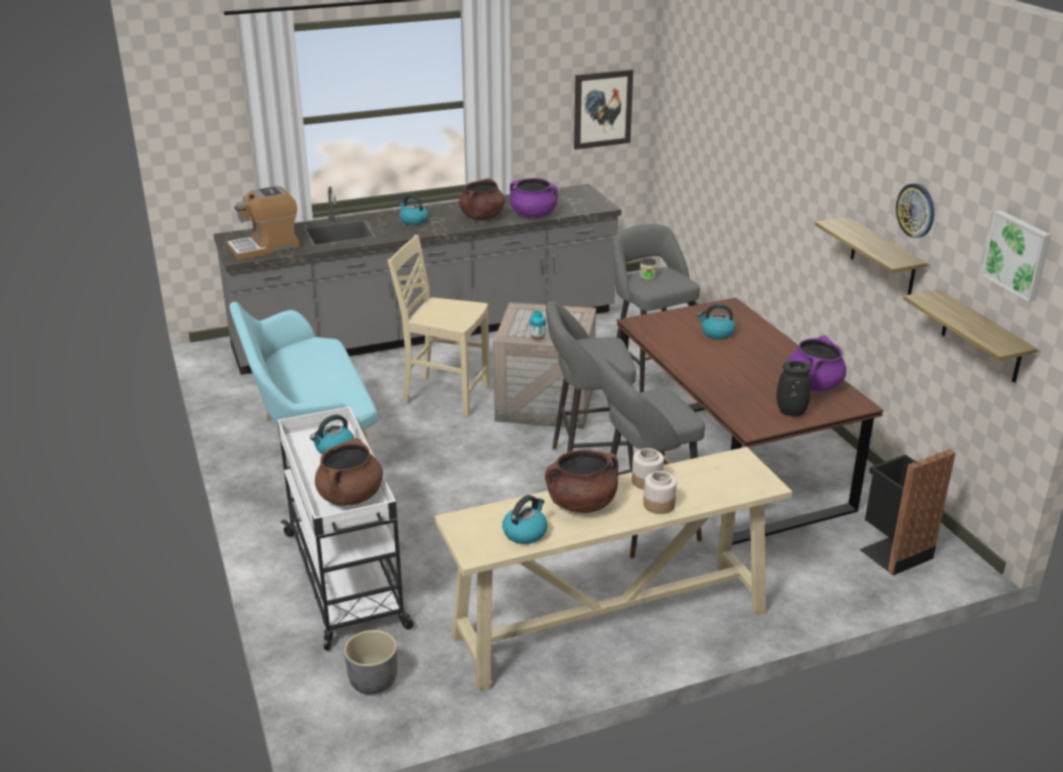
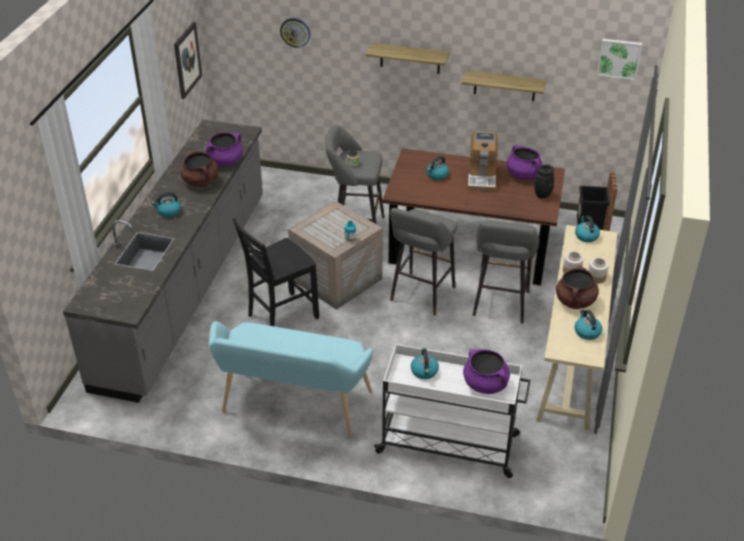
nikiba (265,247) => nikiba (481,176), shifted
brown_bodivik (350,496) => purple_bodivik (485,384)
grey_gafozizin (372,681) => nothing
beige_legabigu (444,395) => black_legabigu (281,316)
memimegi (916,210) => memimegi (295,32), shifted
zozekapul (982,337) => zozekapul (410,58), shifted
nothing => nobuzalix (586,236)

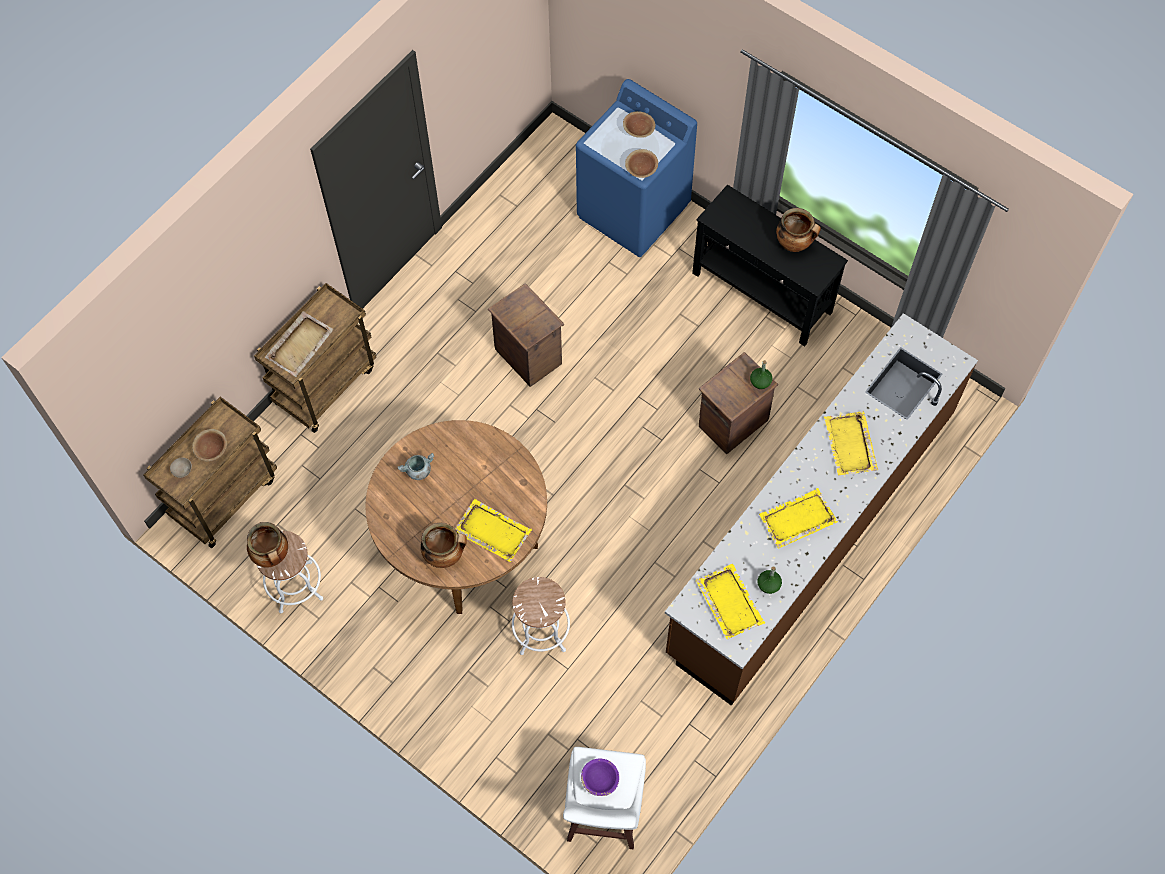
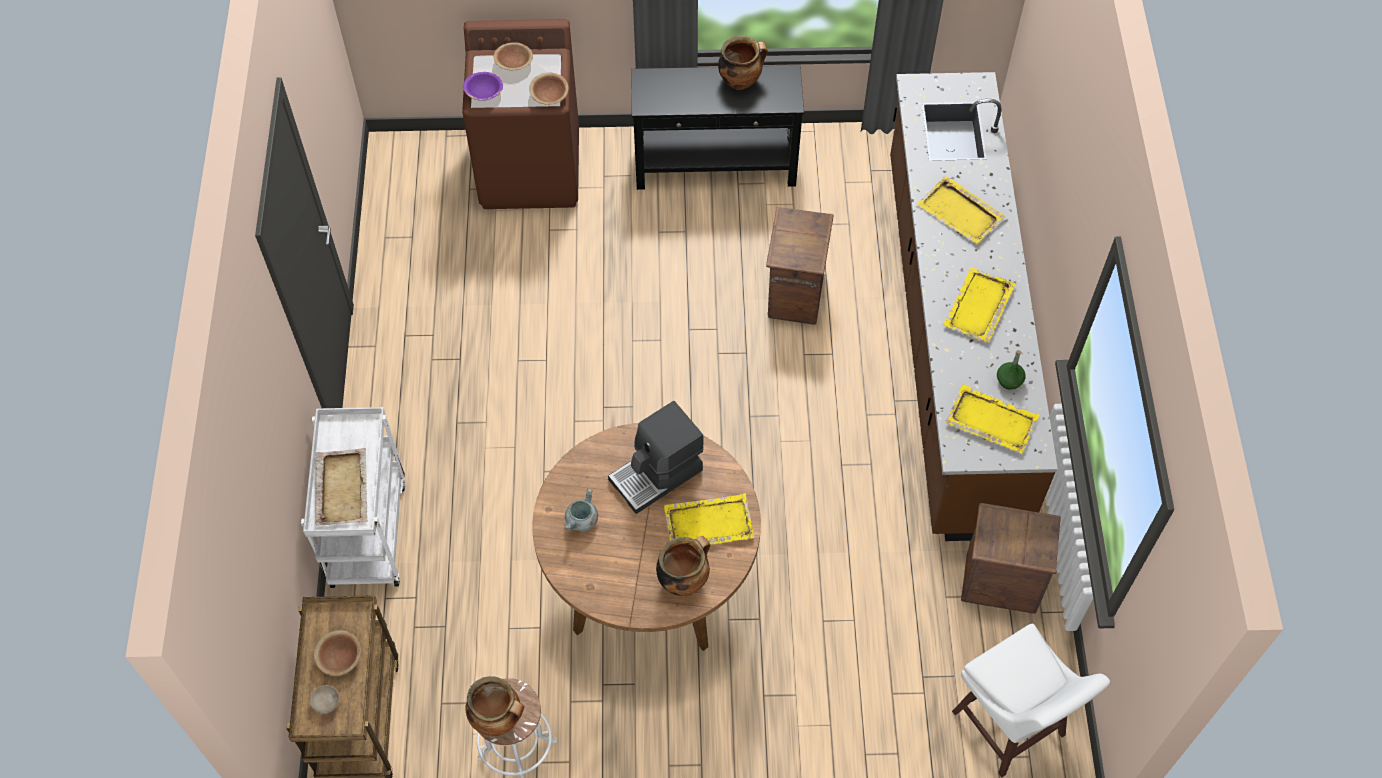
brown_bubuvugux (326,384) => white_bubuvugux (367,531)
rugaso (528,356) => rugaso (999,582), shifted
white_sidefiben (541,631) => nothing
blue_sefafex (633,211) => brown_sefafex (531,170)
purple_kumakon (600,779) => purple_kumakon (484,93), shifted
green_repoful (760,382) => nothing
nothing => nikiba (657,475)

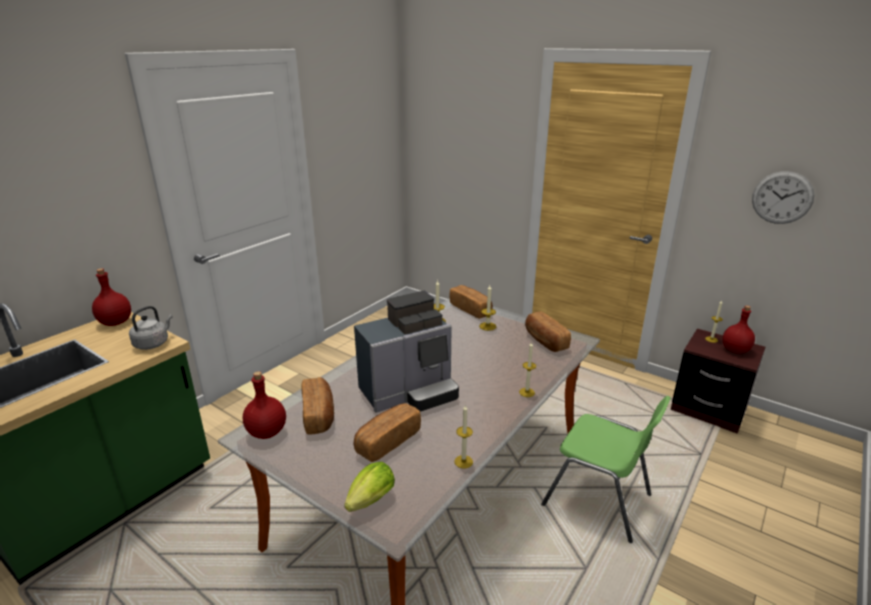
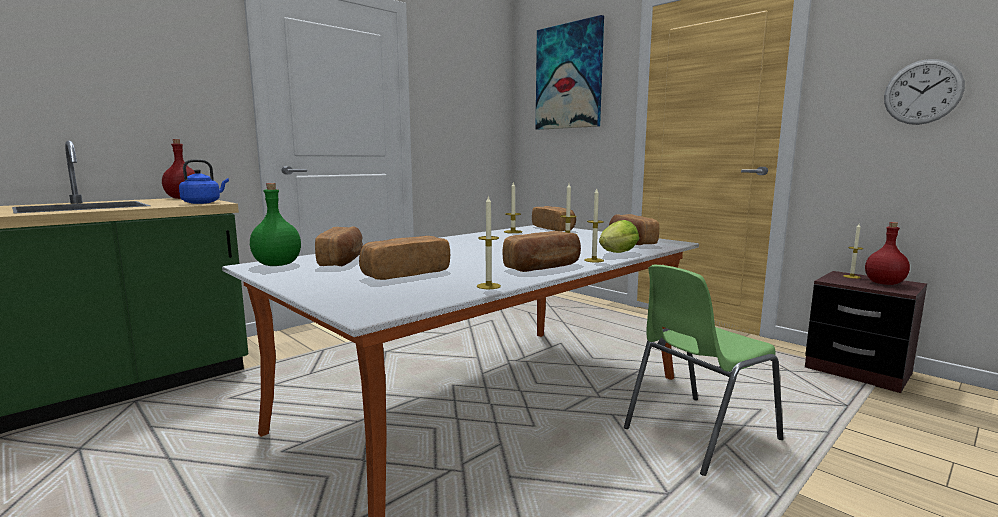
grey_nobuzalix (153,343) => blue_nobuzalix (203,203)
red_repoful (267,432) => green_repoful (278,265)
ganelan (369,502) => ganelan (616,254), shifted
nikiba (410,392) => nothing
green_legabigu (598,500) => green_legabigu (697,434), 105 degrees clockwise
nothing => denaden (543,267)
nothing => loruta (568,76)

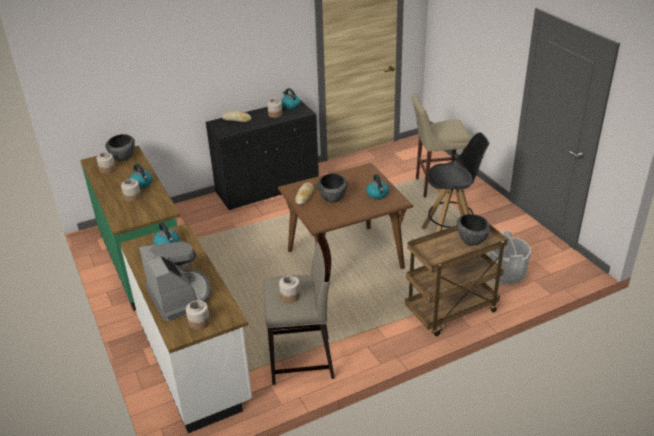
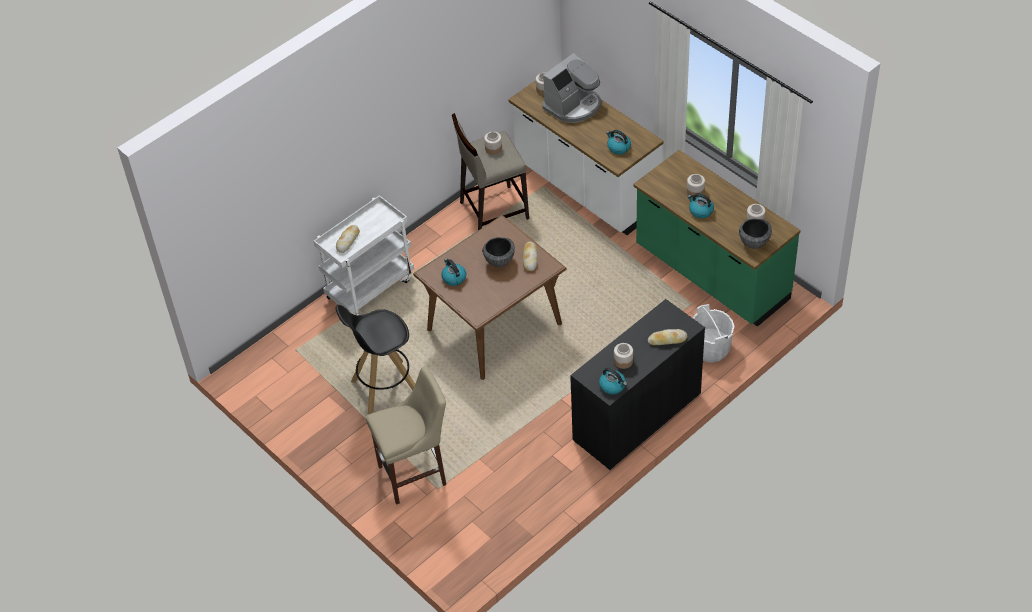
nikiba (179,296) => nikiba (573,105), 90 degrees counterclockwise
brown_bubuvugux (451,312) => white_bubuvugux (370,287)
kumakon (471,241) => denaden (348,241)
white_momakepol (506,274) => white_momakepol (710,348), shifted

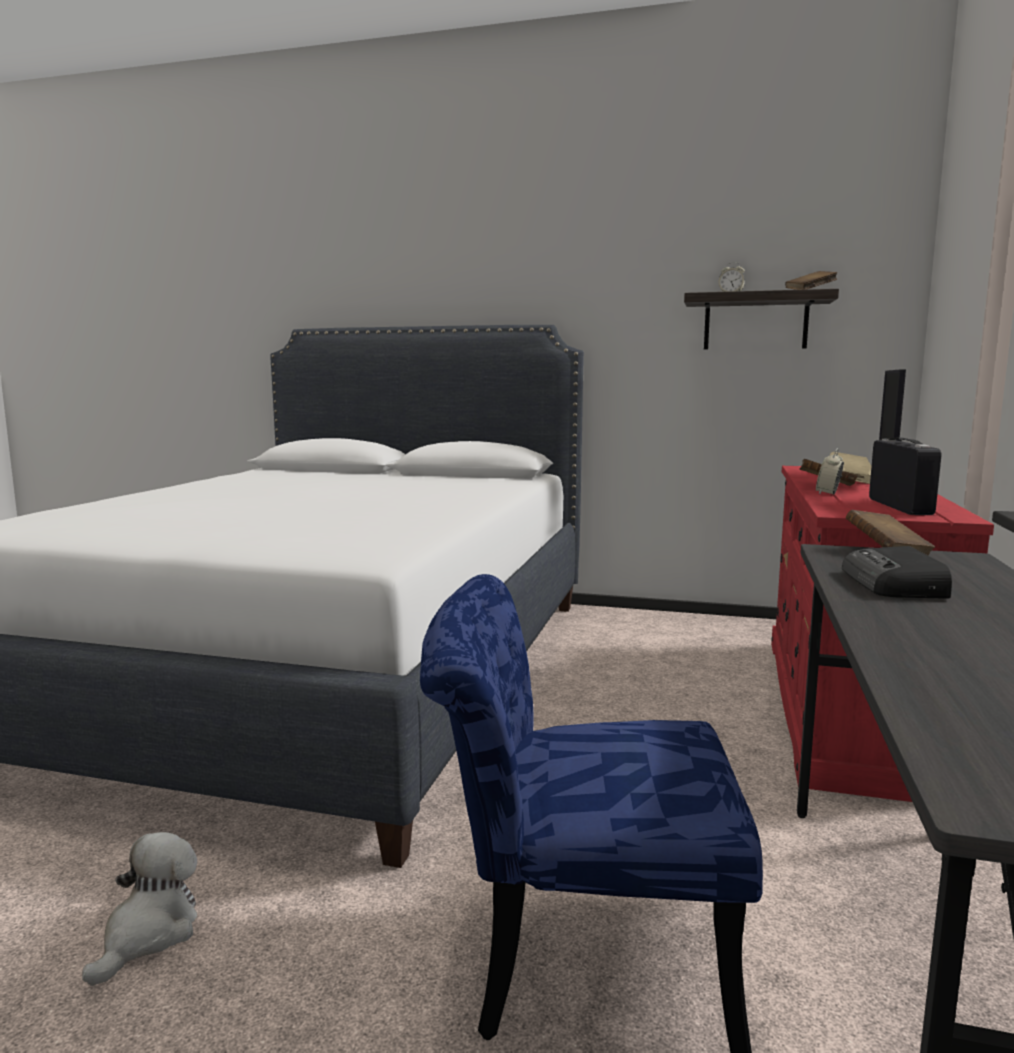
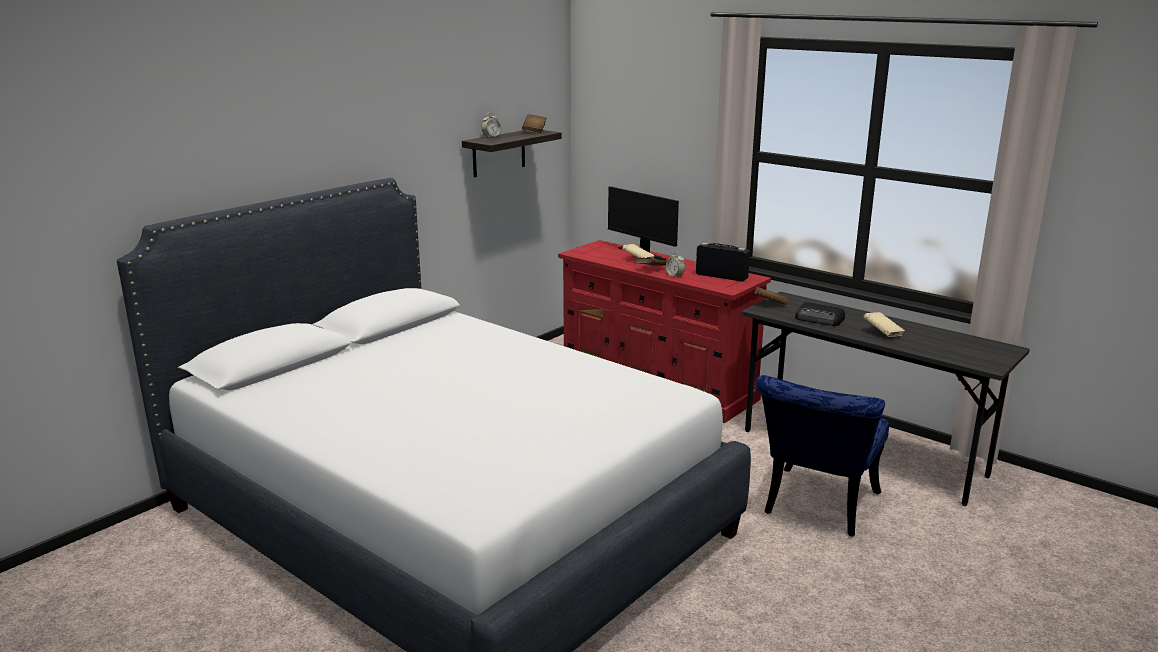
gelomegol (149,934) => nothing
nothing => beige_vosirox (882,333)

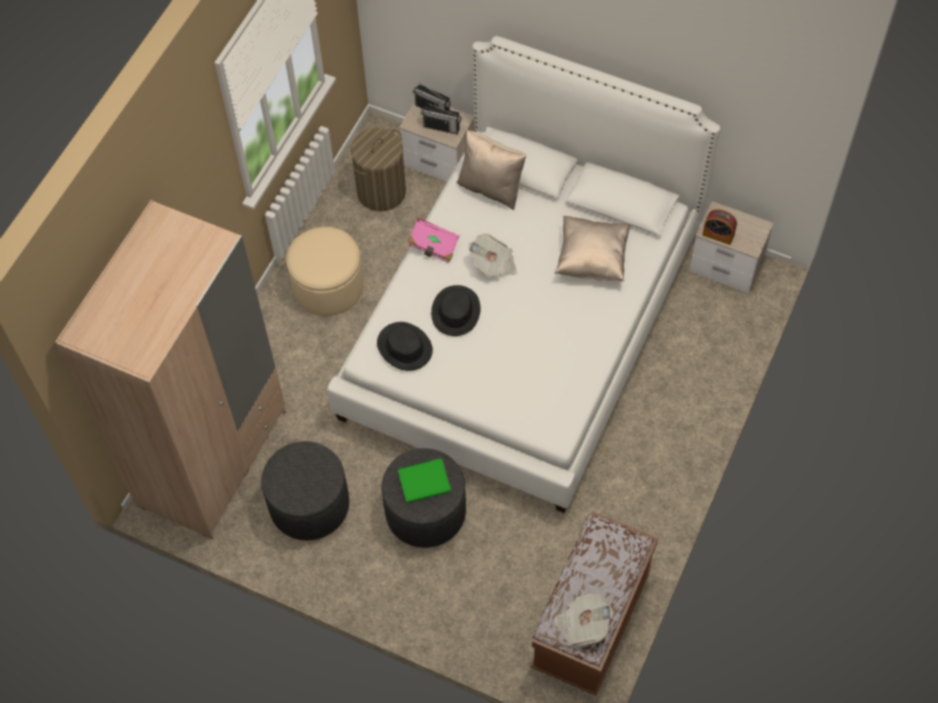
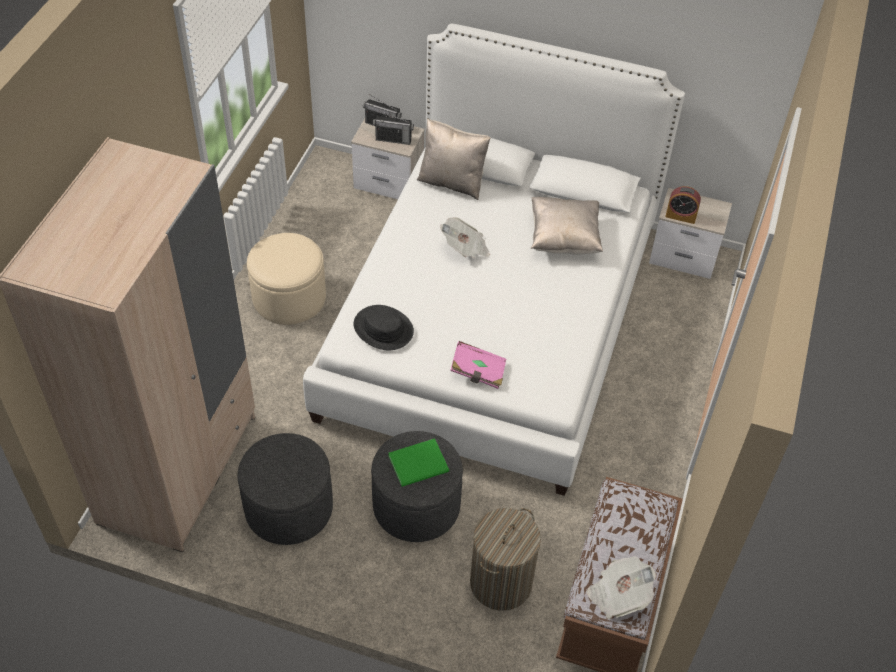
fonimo (381,192) => fonimo (501,582), shifted
pink_vosirox (433,246) => pink_vosirox (478,372), shifted
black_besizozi (455,311) => nothing

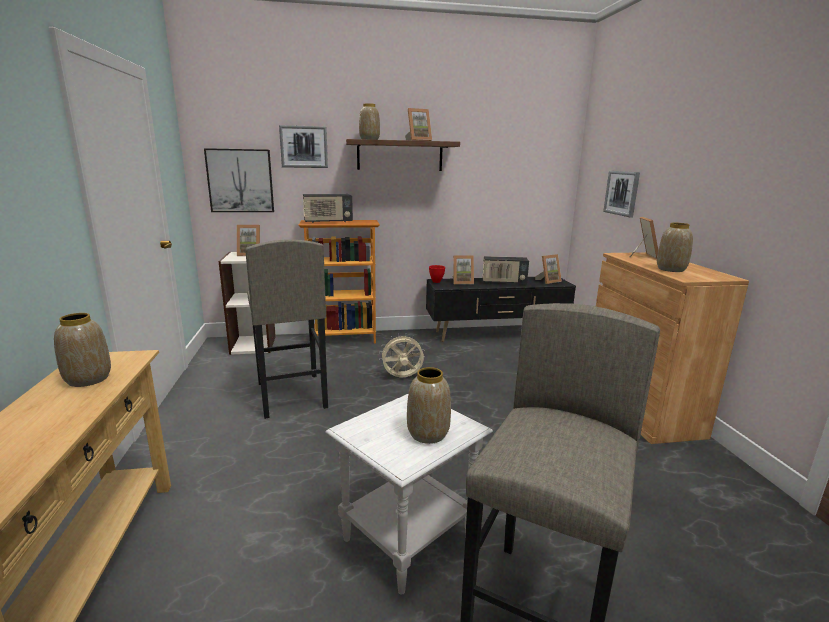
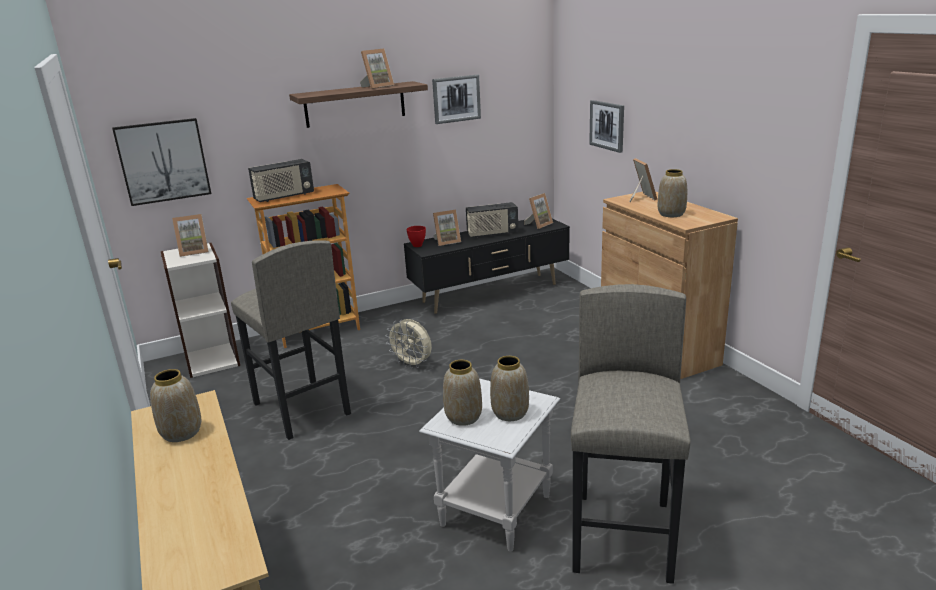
loruta (304,147) => loruta (456,99), shifted
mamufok (369,139) => mamufok (464,417), shifted
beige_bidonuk (402,378) => beige_bidonuk (412,364), 120 degrees counterclockwise

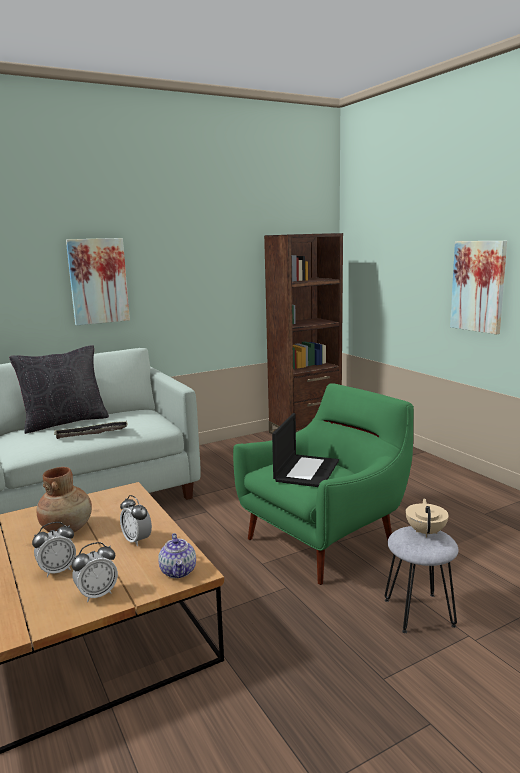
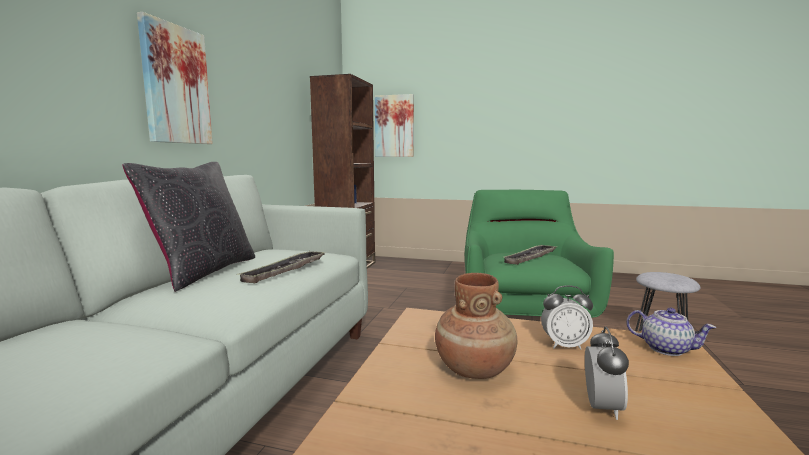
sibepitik (97,594) => nothing
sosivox (306,470) => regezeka (530,258)
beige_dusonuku (426,532) => nothing
loruta (478,286) => loruta (394,126), shifted

